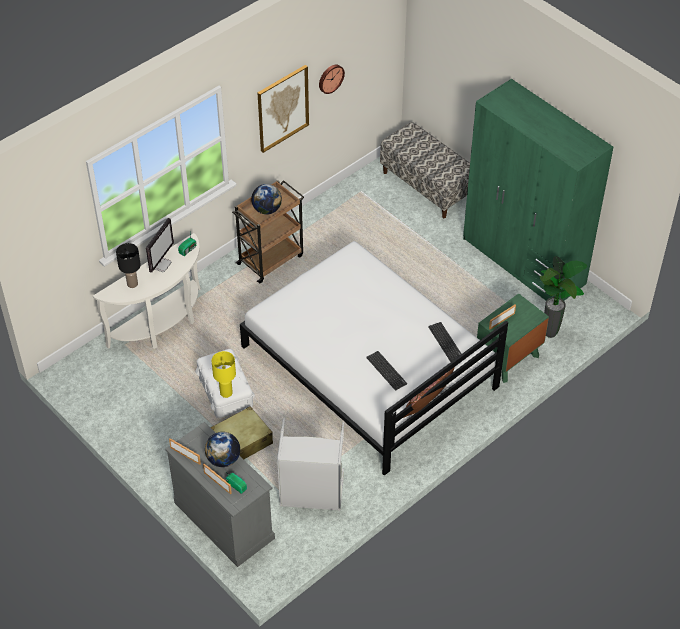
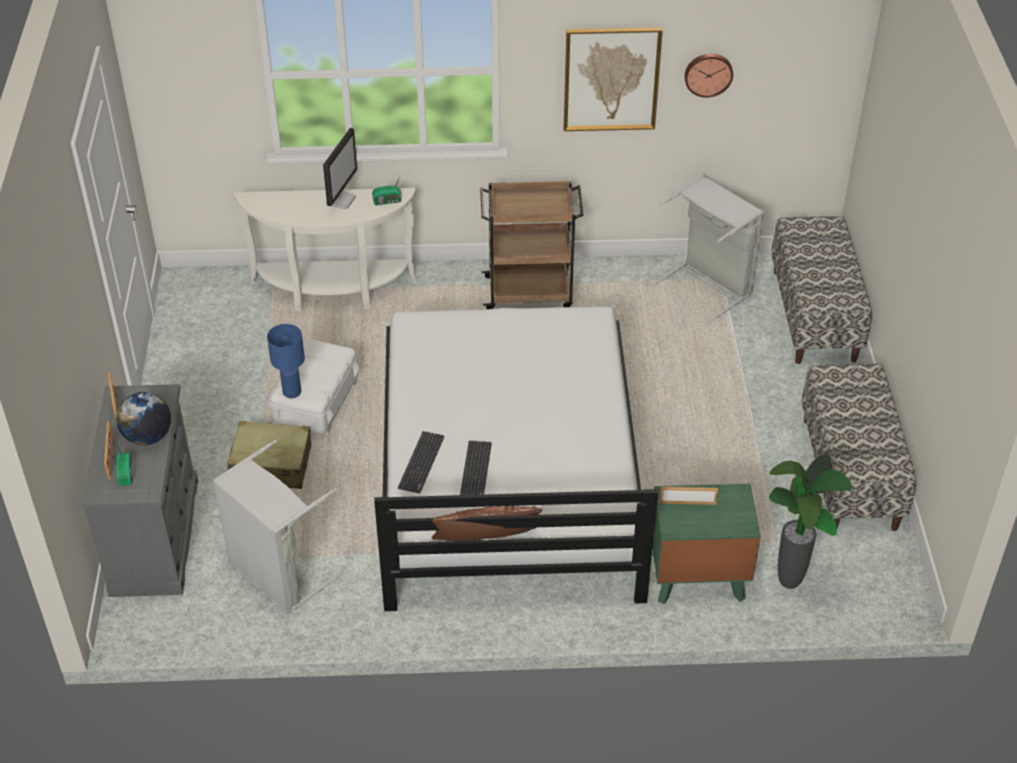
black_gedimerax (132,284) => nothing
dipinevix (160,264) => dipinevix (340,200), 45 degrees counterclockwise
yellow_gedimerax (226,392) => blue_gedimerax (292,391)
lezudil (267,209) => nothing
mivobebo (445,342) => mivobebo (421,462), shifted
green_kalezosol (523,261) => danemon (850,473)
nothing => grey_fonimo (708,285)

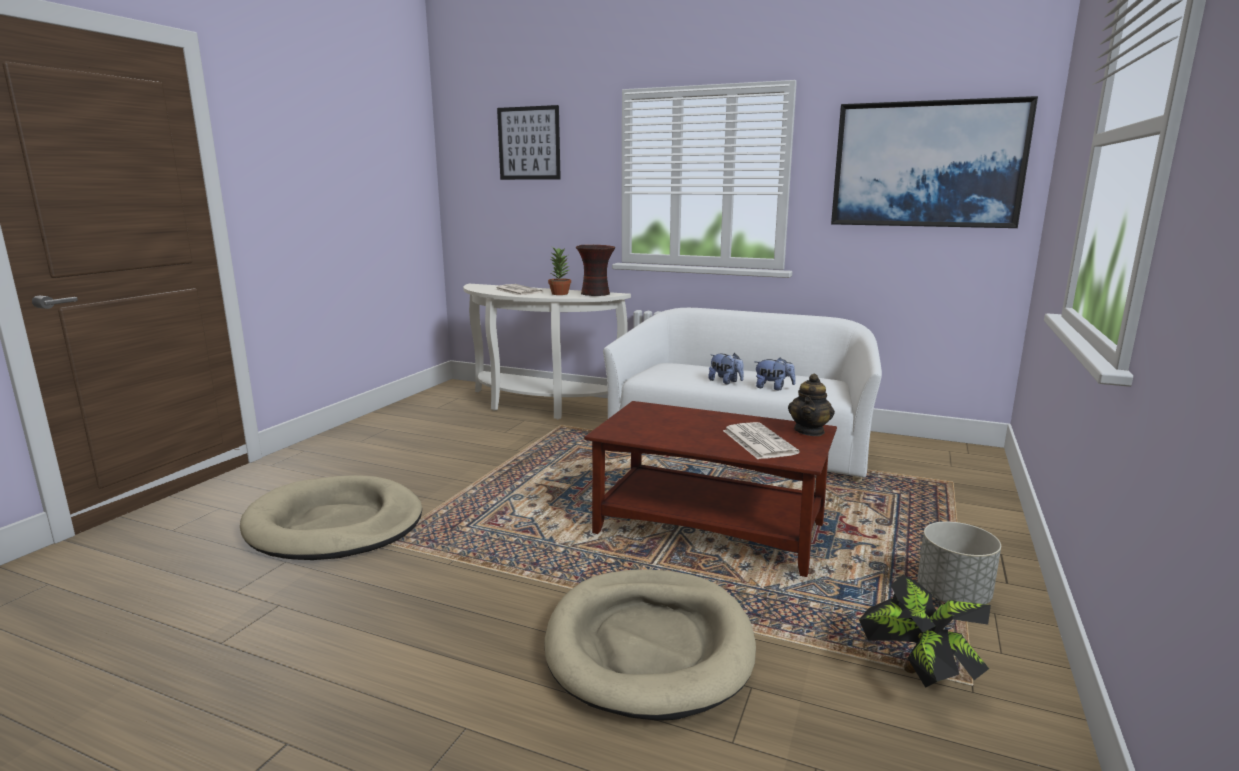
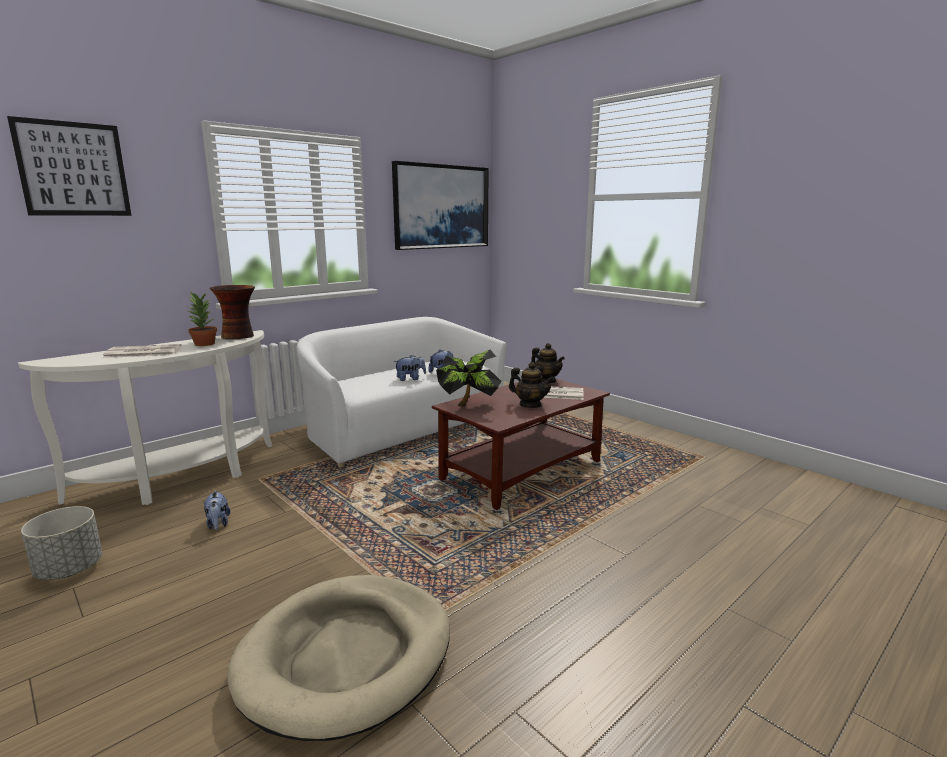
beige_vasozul (649,646) => nothing
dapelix (918,679) => dapelix (469,406), shifted
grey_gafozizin (952,596) => grey_gafozizin (69,569), shifted
nothing => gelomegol (218,524)
nothing => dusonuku (530,405)

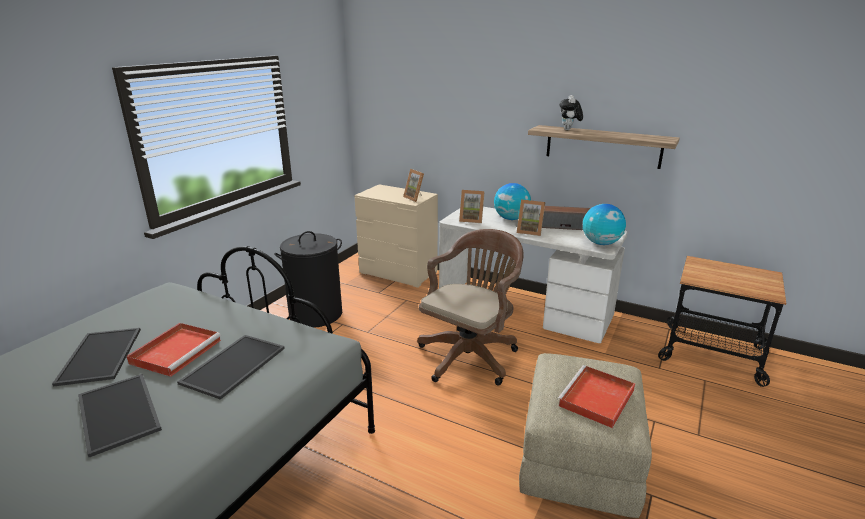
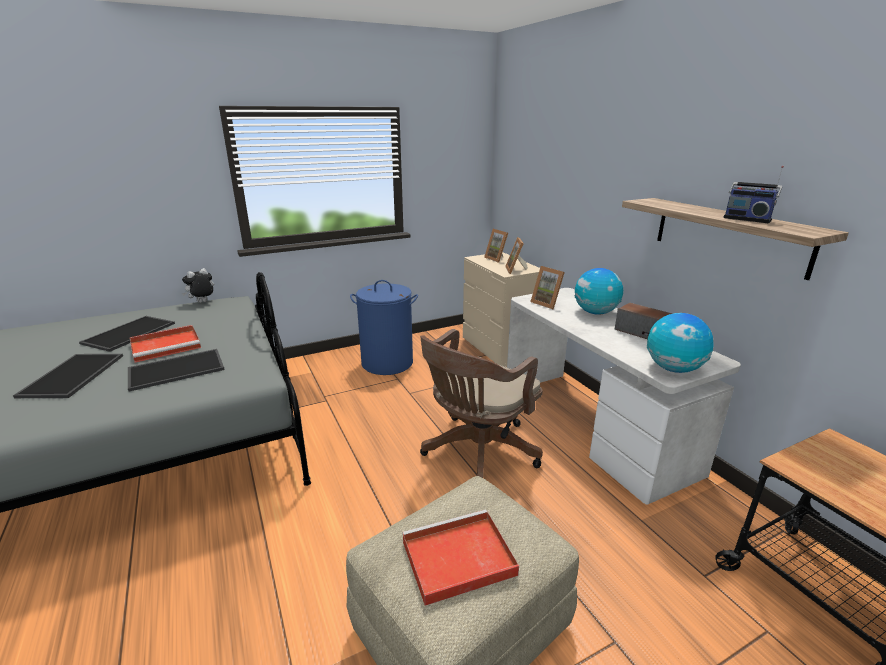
black_fonimo (316,314) => blue_fonimo (387,363)
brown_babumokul (470,355) => brown_babumokul (476,453), 150 degrees clockwise
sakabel (530,231) => sakabel (497,259), shifted
gelomegol (569,130) => gelomegol (202,302), shifted
nothing => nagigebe (747,219)

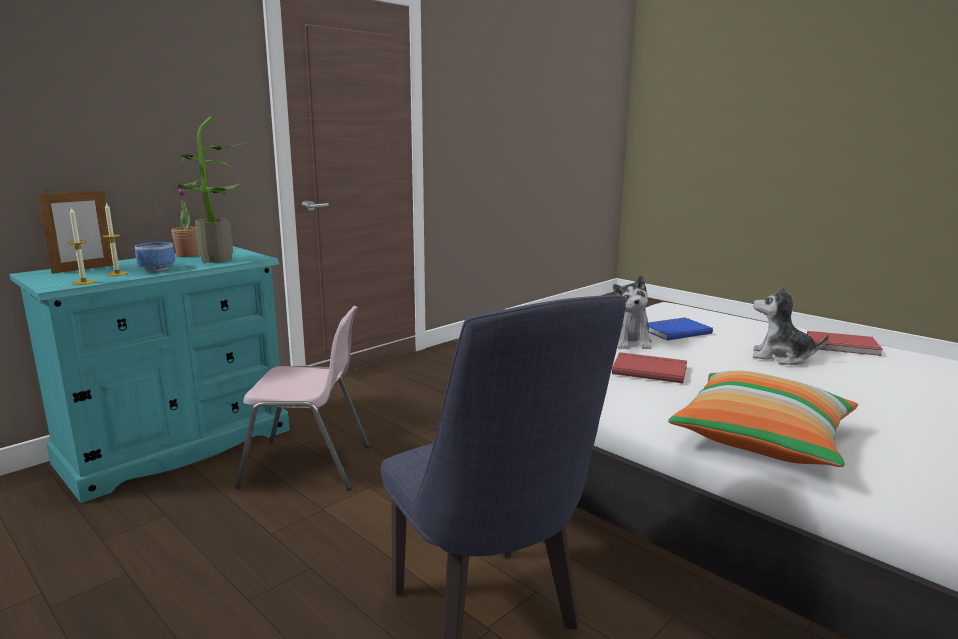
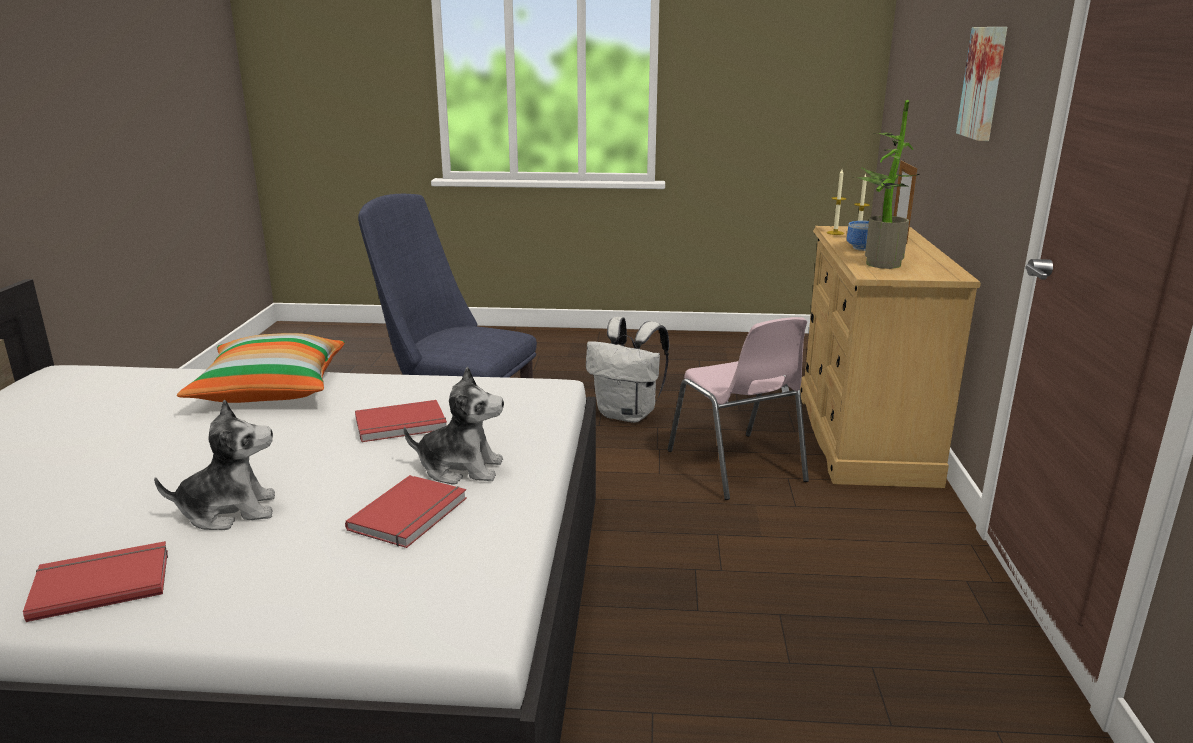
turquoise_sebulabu (177,446) => beige_sebulabu (863,436)
dapelix (188,255) => nothing
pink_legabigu (309,465) => pink_legabigu (737,467), 75 degrees counterclockwise
gelomegol (630,341) => gelomegol (461,468), 135 degrees clockwise
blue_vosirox (674,331) => red_vosirox (411,514)
nothing => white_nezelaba (628,414)
nothing => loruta (985,83)

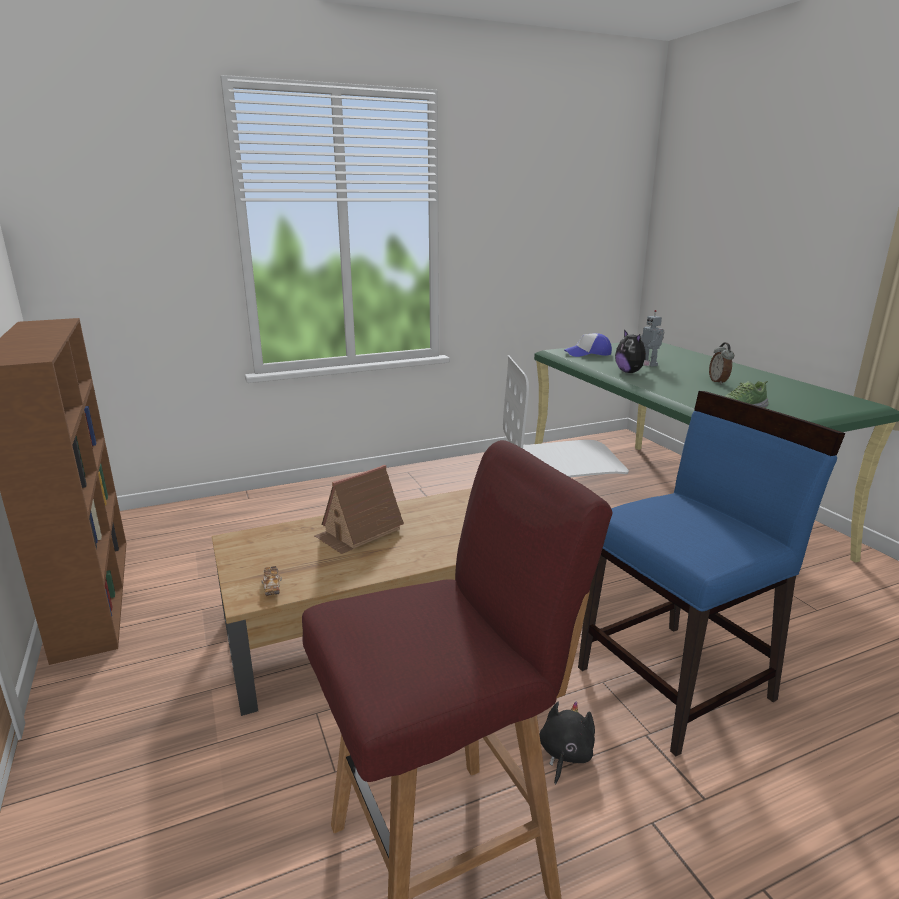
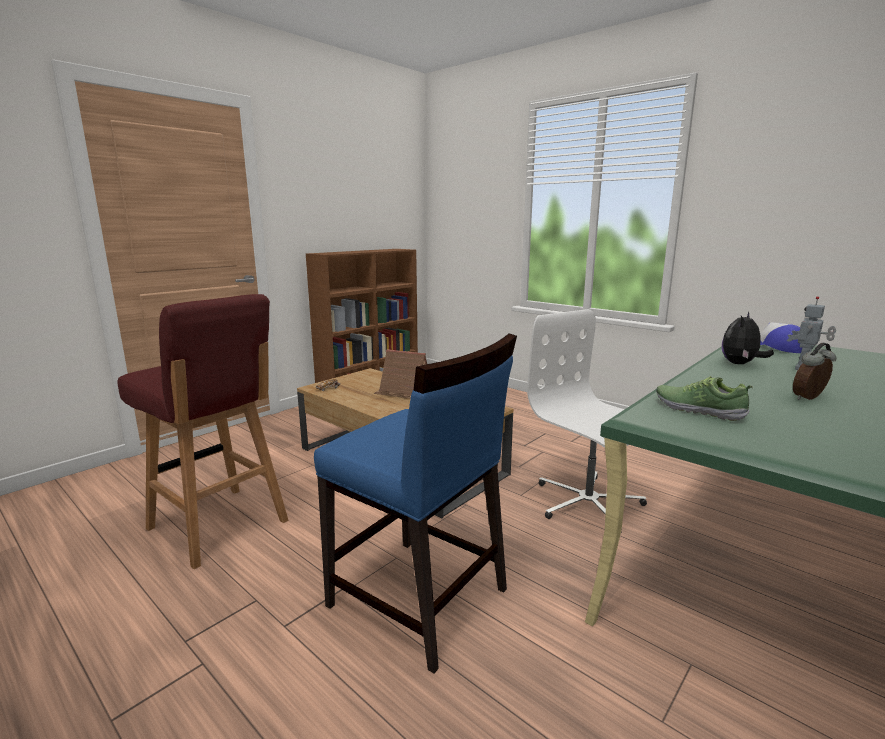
black_gelomegol (565,754) => nothing

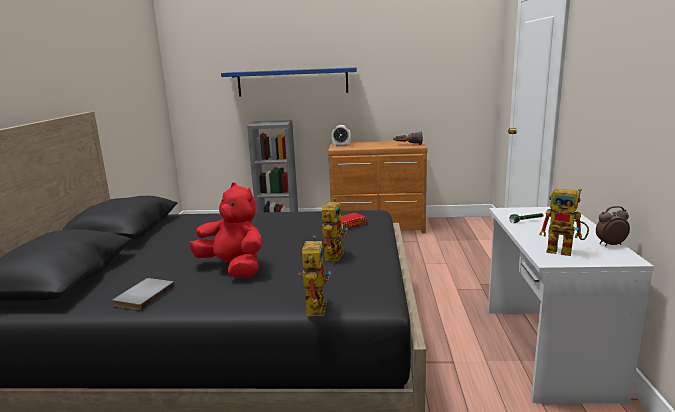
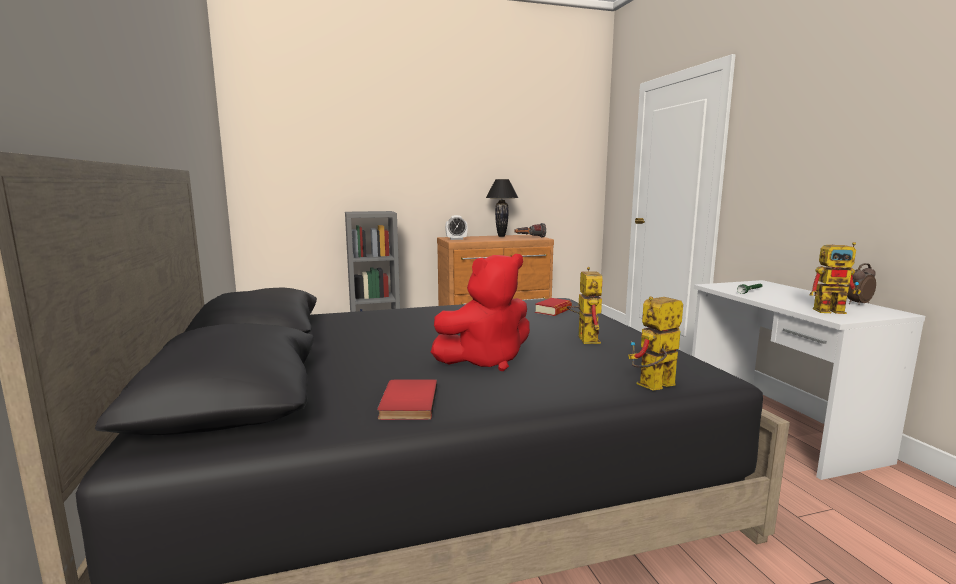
grey_vosirox (143,295) => red_vosirox (406,402)
red_gelomegol (233,268) => red_gelomegol (485,361), 135 degrees clockwise
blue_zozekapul (292,82) => nothing
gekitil (314,306) => gekitil (653,387), 105 degrees counterclockwise
nothing => black_gedimerax (501,236)

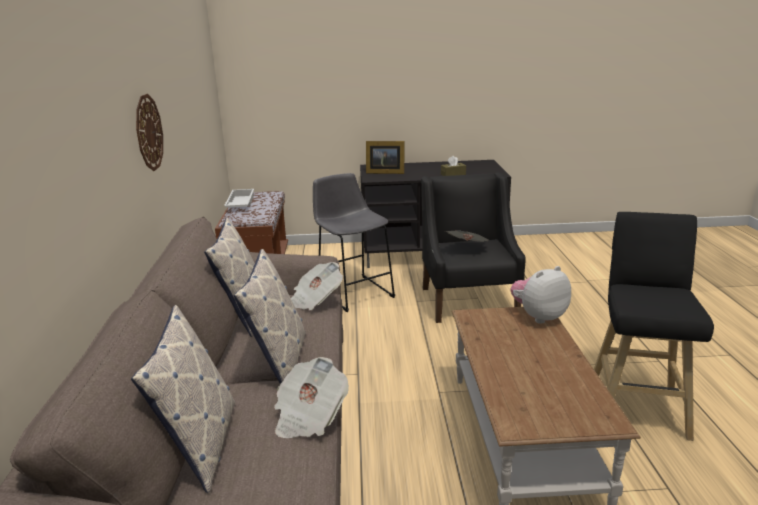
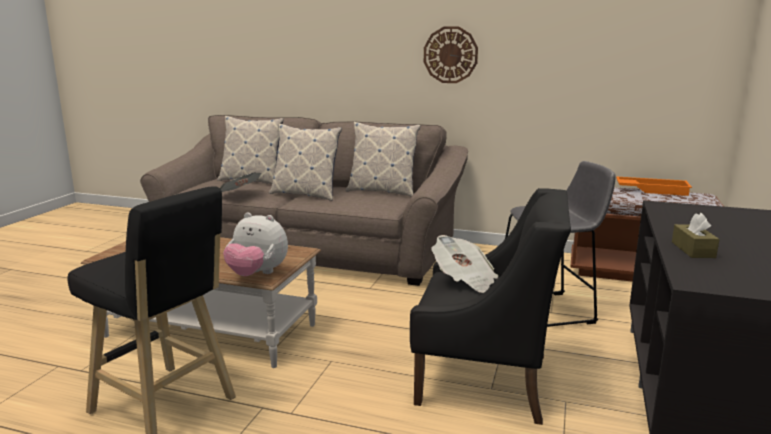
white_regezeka (239,203) => orange_regezeka (652,190)
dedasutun (315,300) => nothing
sakabel (384,172) => nothing
gelomegol (538,316) => gelomegol (257,274), 120 degrees clockwise

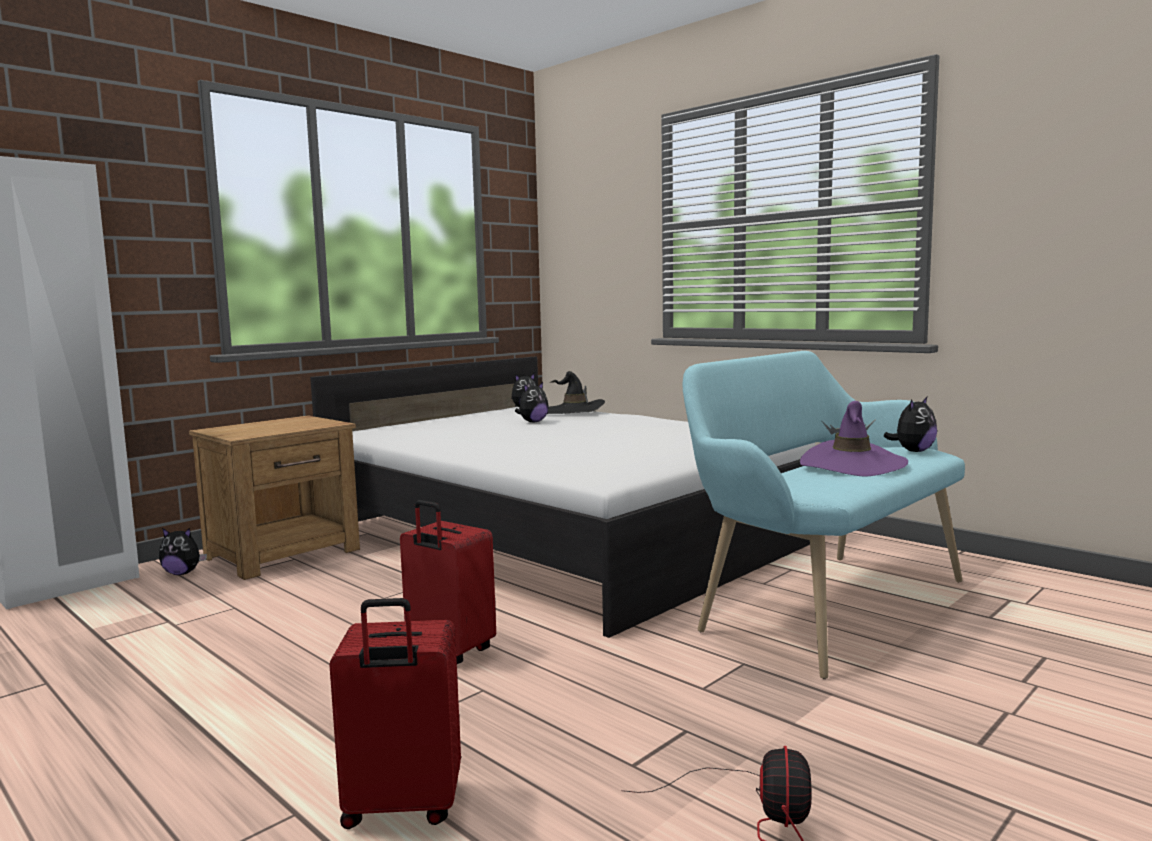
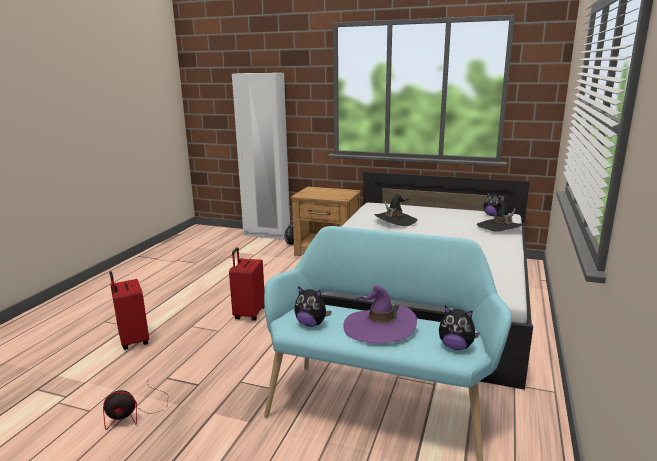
gelomegol (533,422) => gelomegol (311,324), shifted
nothing => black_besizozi (395,220)

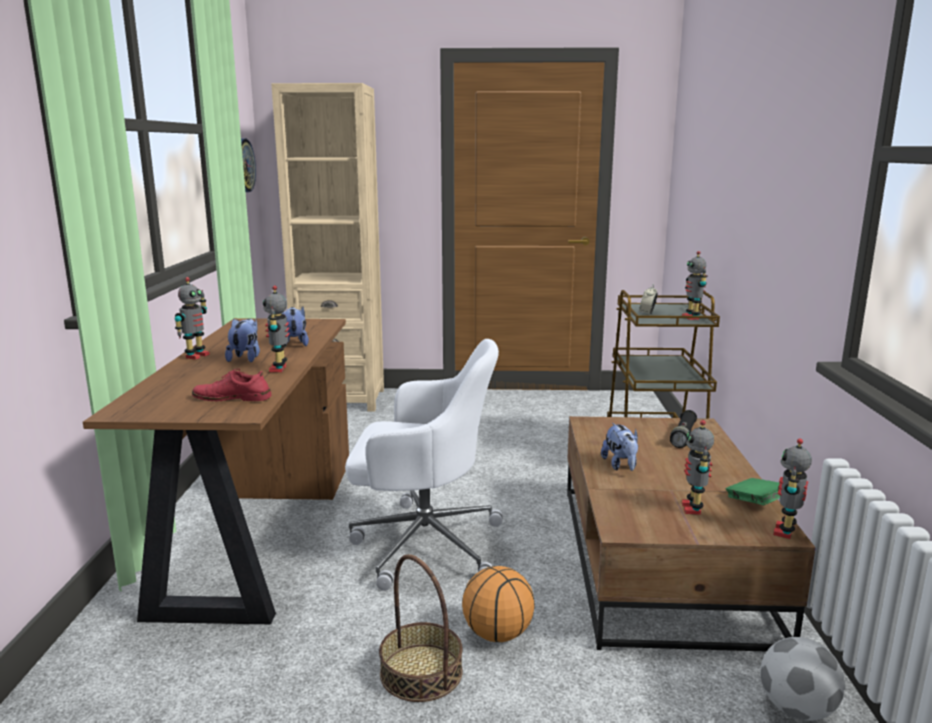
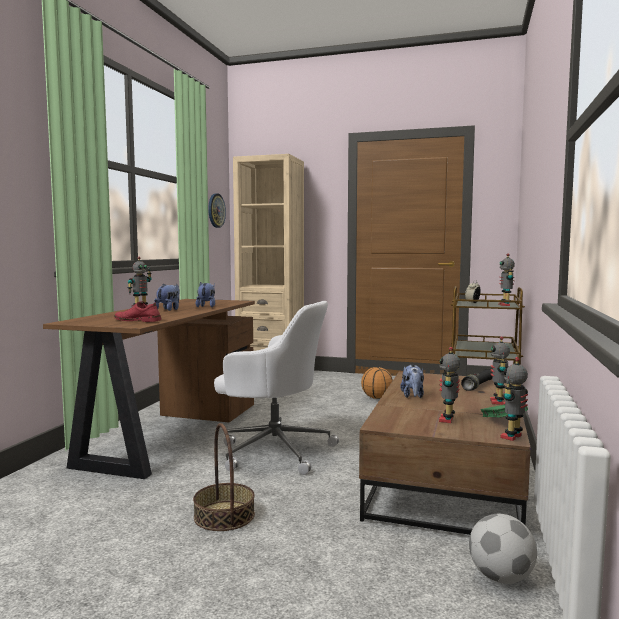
gekitil (280,369) => gekitil (498,402), shifted
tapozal (497,635) => tapozal (376,398), shifted

